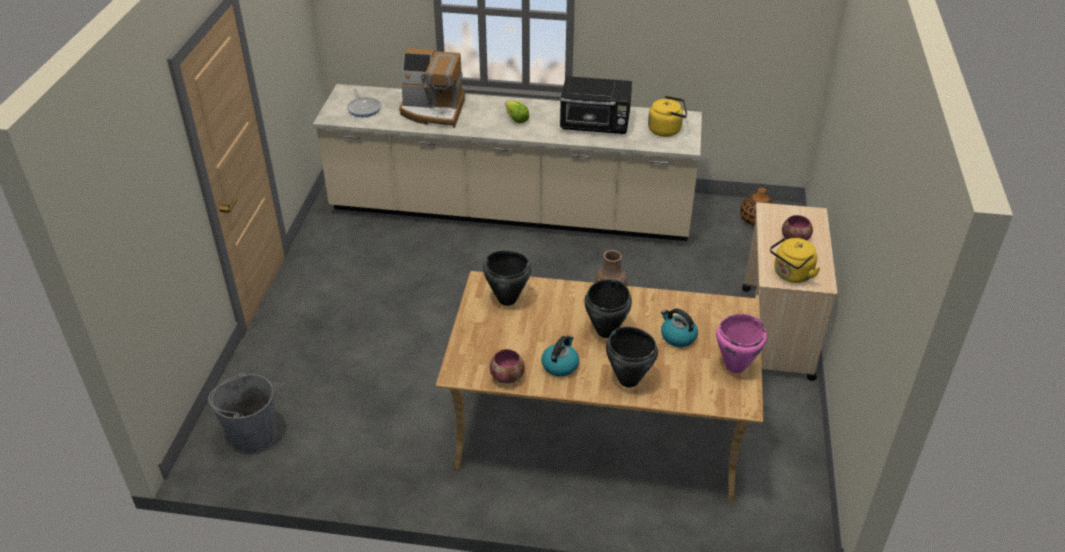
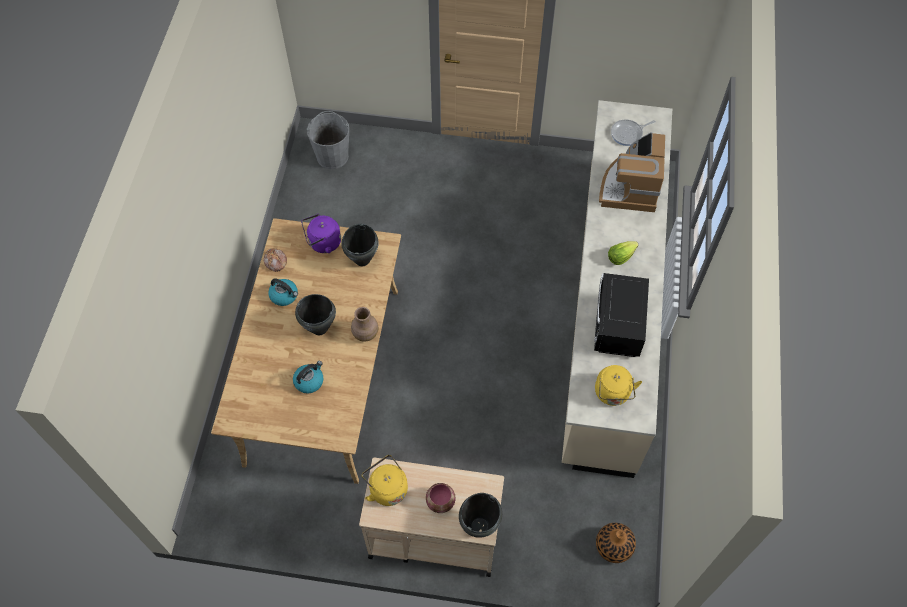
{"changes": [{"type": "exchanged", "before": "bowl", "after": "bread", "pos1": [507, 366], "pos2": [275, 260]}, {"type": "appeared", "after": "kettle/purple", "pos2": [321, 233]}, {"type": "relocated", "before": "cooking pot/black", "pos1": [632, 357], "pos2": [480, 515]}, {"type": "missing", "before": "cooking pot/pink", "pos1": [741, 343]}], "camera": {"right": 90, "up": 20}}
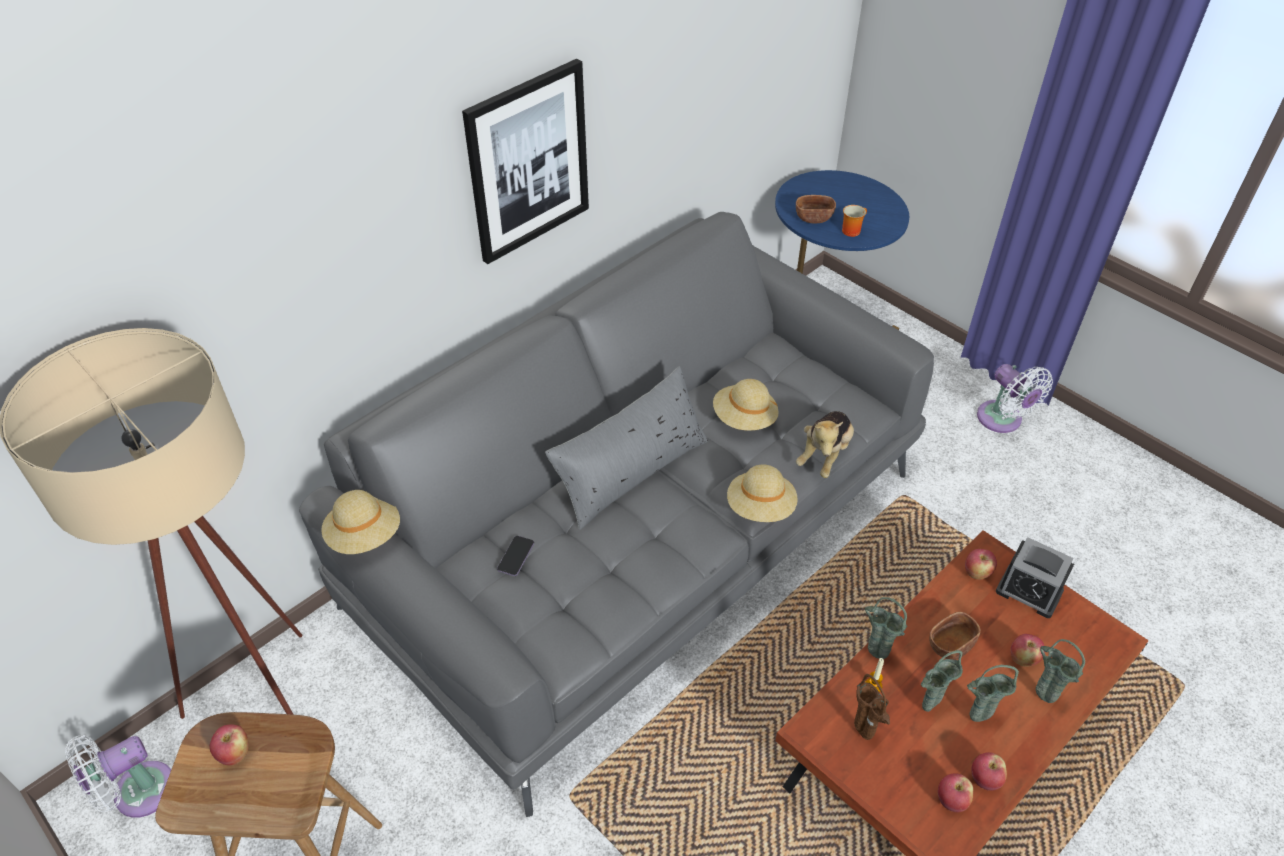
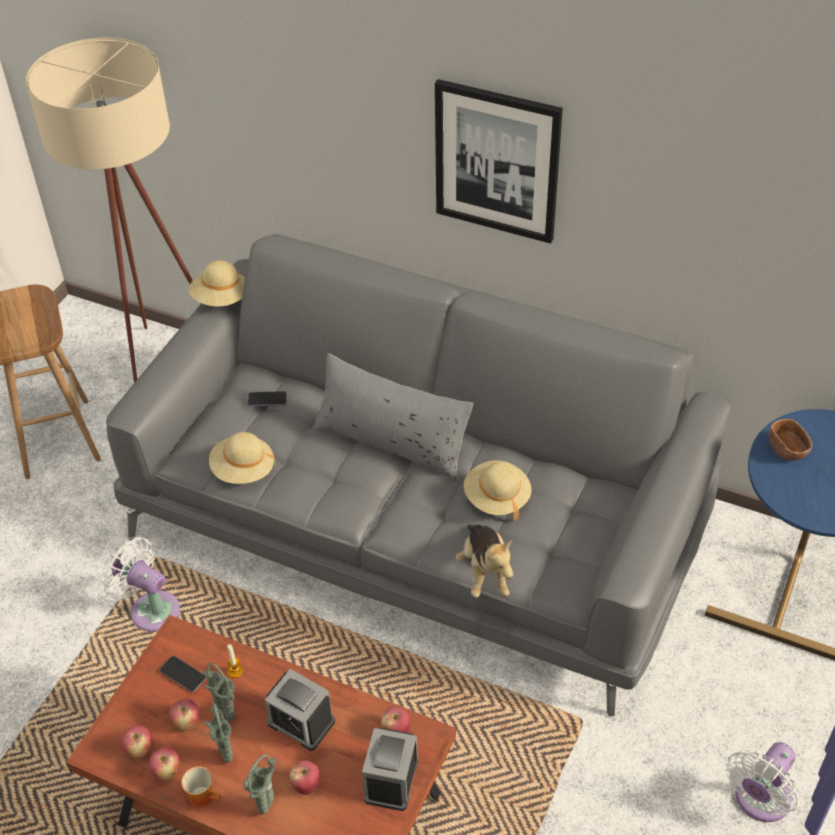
{"changes": [{"type": "relocated", "before": "fan/white", "pos1": [118, 776], "pos2": [140, 584]}, {"type": "exchanged", "before": "vase/brown", "after": "phone", "pos1": [872, 707], "pos2": [183, 674]}, {"type": "relocated", "before": "apple", "pos1": [229, 745], "pos2": [184, 715]}, {"type": "relocated", "before": "mug", "pos1": [854, 221], "pos2": [201, 786]}, {"type": "relocated", "before": "hat/beige", "pos1": [762, 493], "pos2": [242, 458]}, {"type": "exchanged", "before": "bowl/brown", "after": "alarm clock", "pos1": [955, 636], "pos2": [300, 710]}, {"type": "spun", "before": "plush toy", "pos1": [825, 444], "pos2": [484, 561], "turn": -105}, {"type": "missing", "before": "vase/green", "pos1": [886, 628]}], "camera": {"right": 70, "up": 0}}
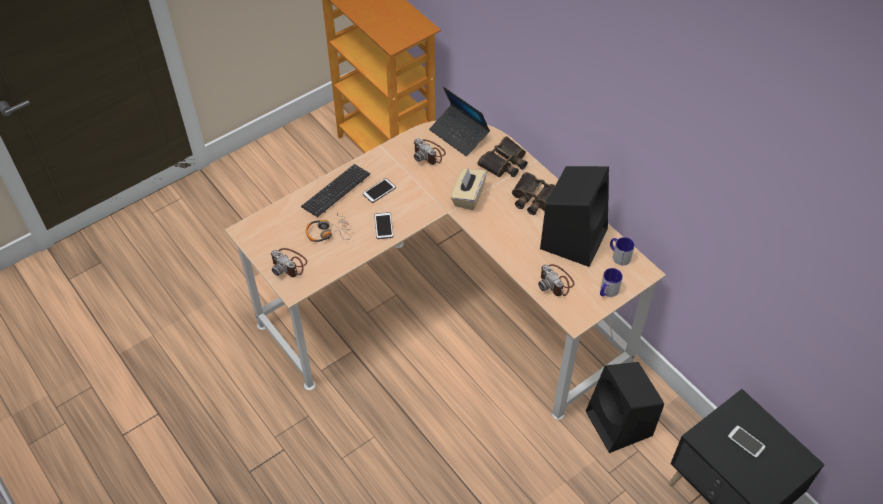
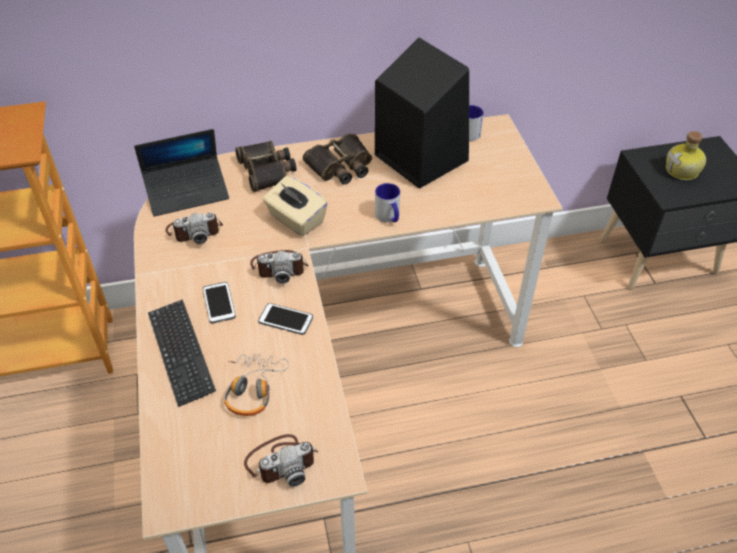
{"changes": [{"type": "relocated", "before": "photo camera", "pos1": [556, 280], "pos2": [279, 267]}, {"type": "relocated", "before": "mug", "pos1": [611, 282], "pos2": [387, 202]}, {"type": "exchanged", "before": "phone", "after": "bottle", "pos1": [746, 441], "pos2": [686, 155]}, {"type": "missing", "before": "speaker/black", "pos1": [625, 407]}], "camera": {"right": -65, "up": -5}}
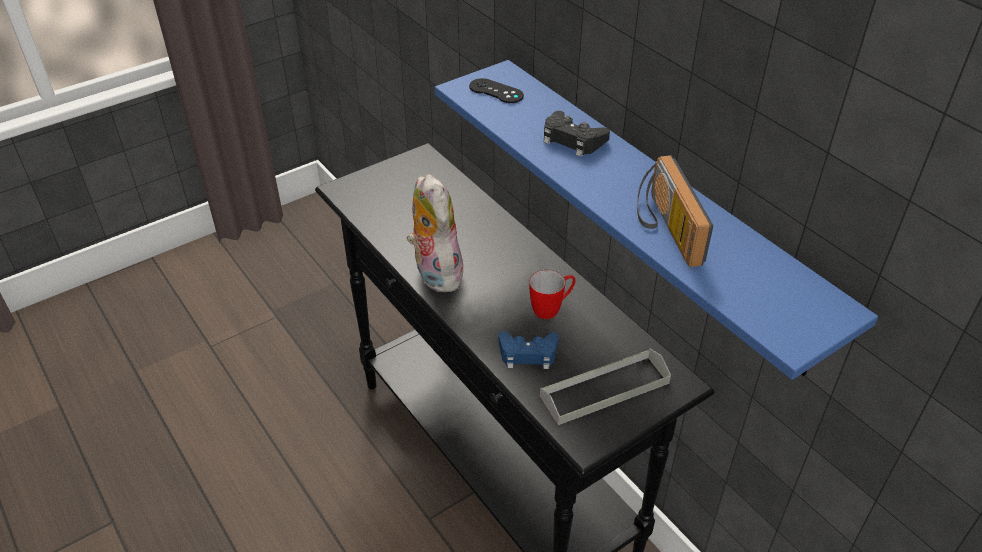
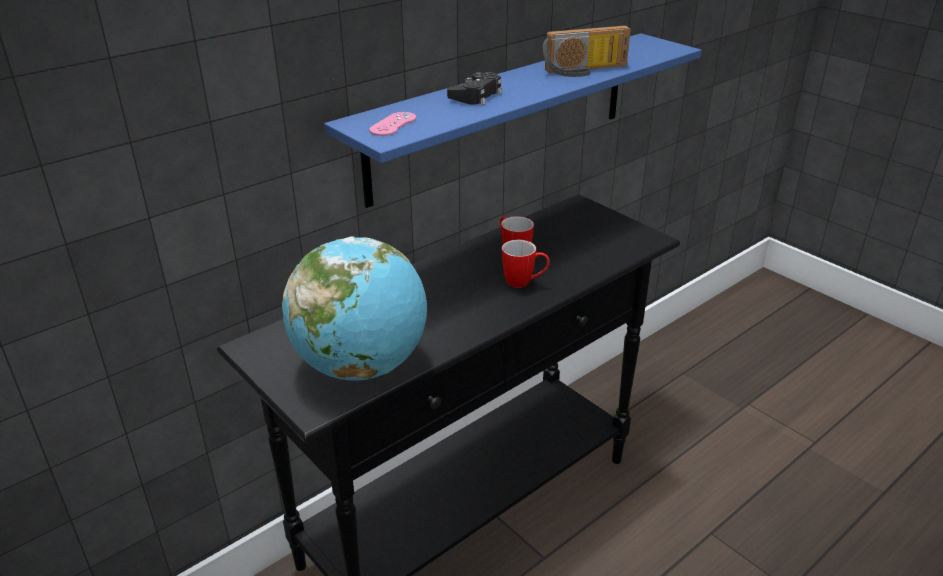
{"changes": [{"type": "appeared", "after": "globe", "pos2": [354, 309]}, {"type": "colour", "before": "game controller/black", "after": "game controller/pink", "pos1": [496, 90], "pos2": [392, 124]}, {"type": "appeared", "after": "mug", "pos2": [526, 264]}, {"type": "missing", "before": "plush toy", "pos1": [435, 233]}, {"type": "missing", "before": "game controller/blue", "pos1": [528, 350]}, {"type": "missing", "before": "tray/grey", "pos1": [605, 387]}], "camera": {"right": -95, "up": -10}}
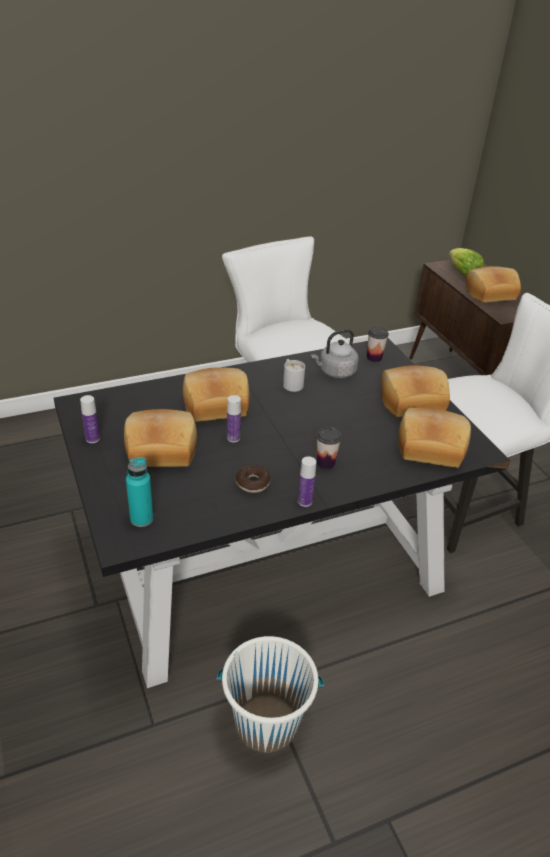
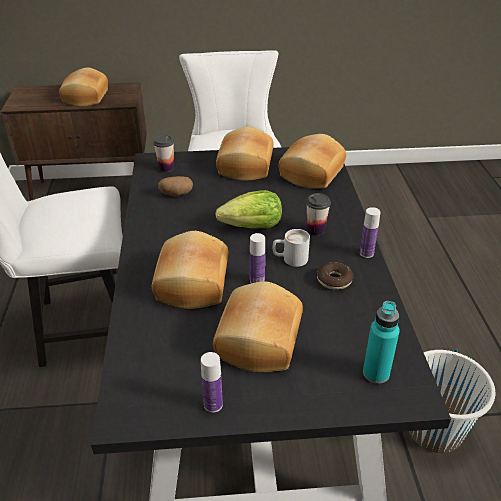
{"changes": [{"type": "exchanged", "before": "kettle/grey", "after": "potato", "pos1": [335, 353], "pos2": [175, 186]}, {"type": "relocated", "before": "lettuce", "pos1": [466, 262], "pos2": [248, 209]}, {"type": "relocated", "before": "mug/white", "pos1": [294, 375], "pos2": [291, 248]}], "camera": {"right": -70, "up": 0}}
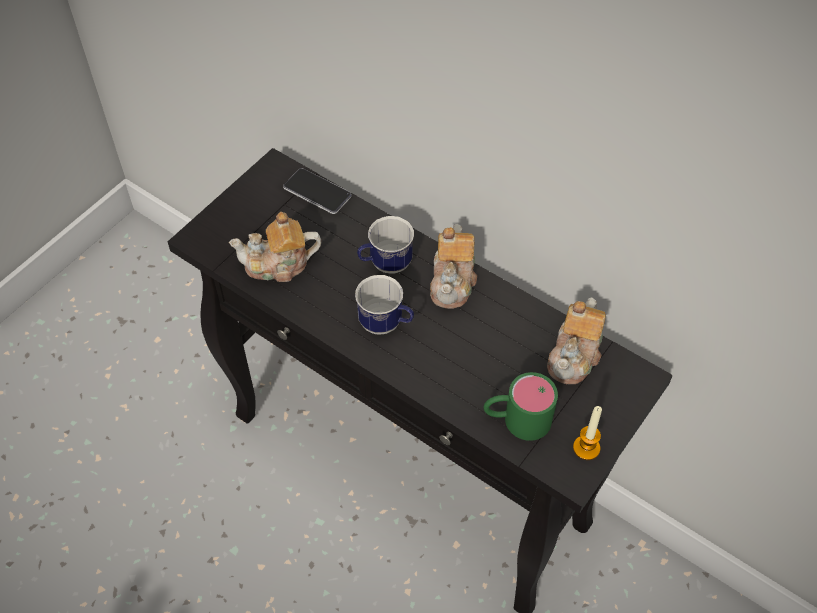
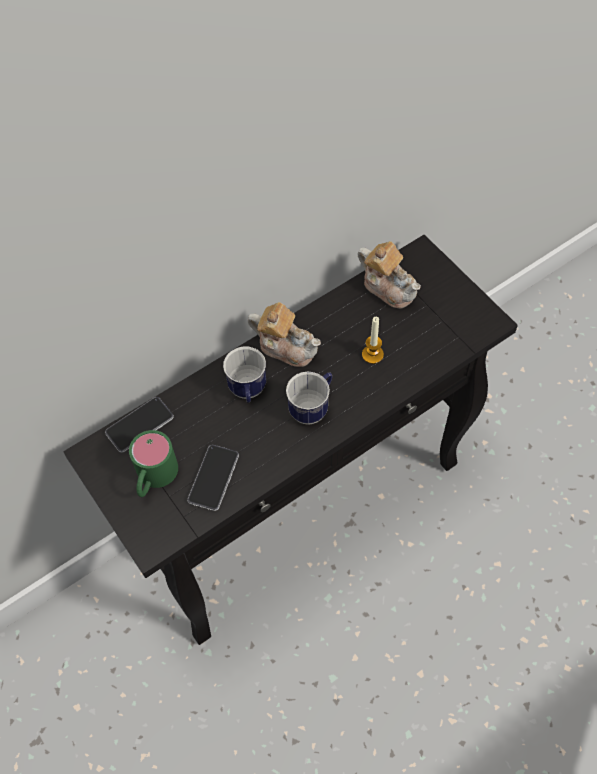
{"changes": [{"type": "relocated", "before": "mug/green", "pos1": [521, 406], "pos2": [153, 463]}, {"type": "exchanged", "before": "teapot", "after": "phone", "pos1": [275, 247], "pos2": [213, 478]}, {"type": "relocated", "before": "candle", "pos1": [587, 433], "pos2": [373, 340]}], "camera": {"right": -70, "up": 5}}
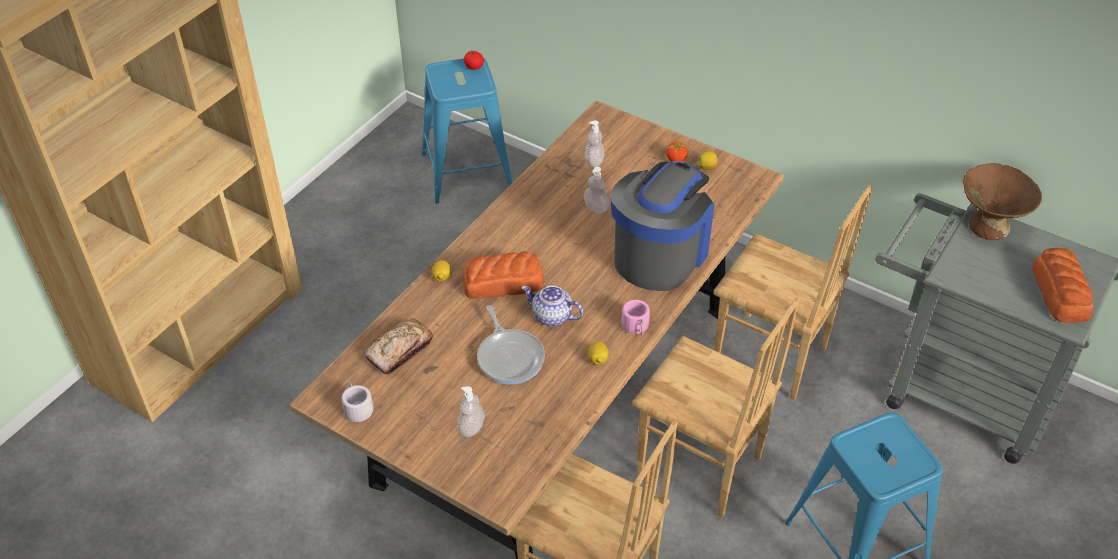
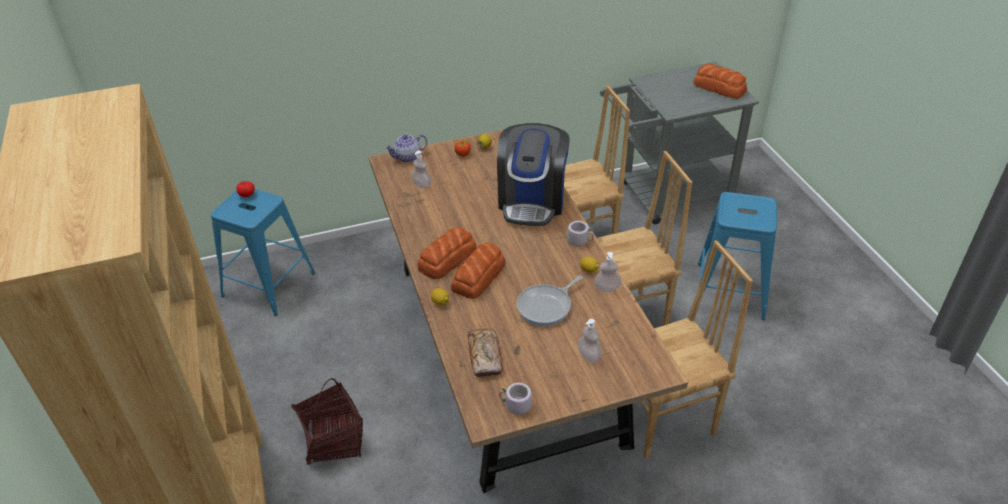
{"changes": [{"type": "appeared", "after": "basket", "pos2": [327, 421]}, {"type": "relocated", "before": "teapot", "pos1": [552, 306], "pos2": [406, 148]}, {"type": "appeared", "after": "bread", "pos2": [447, 253]}, {"type": "spun", "before": "coffee machine", "pos1": [662, 226], "pos2": [533, 174], "turn": -150}, {"type": "spun", "before": "frying pan", "pos1": [511, 344], "pos2": [549, 300], "turn": 120}, {"type": "colour", "before": "mug/pink", "after": "mug/grey", "pos1": [635, 317], "pos2": [580, 233]}, {"type": "relocated", "before": "soap dispenser", "pos1": [597, 190], "pos2": [607, 272]}, {"type": "missing", "before": "bowl/brown", "pos1": [1002, 201]}], "camera": {"right": -50, "up": -5}}
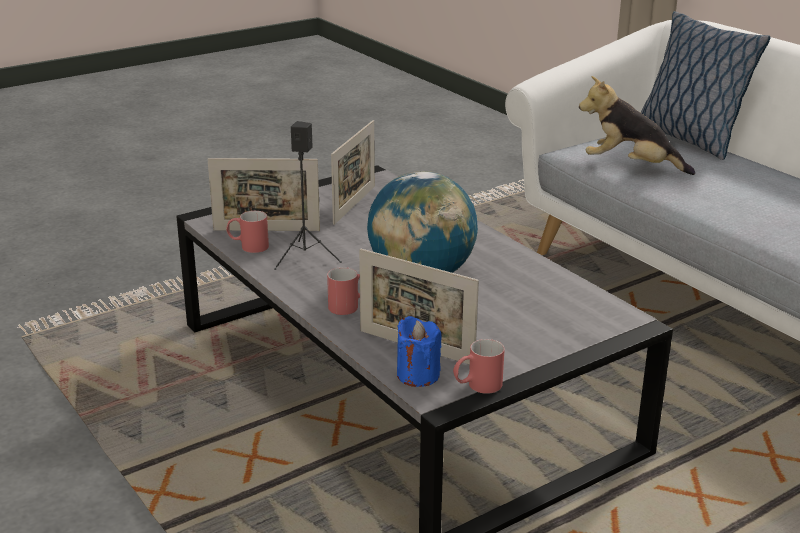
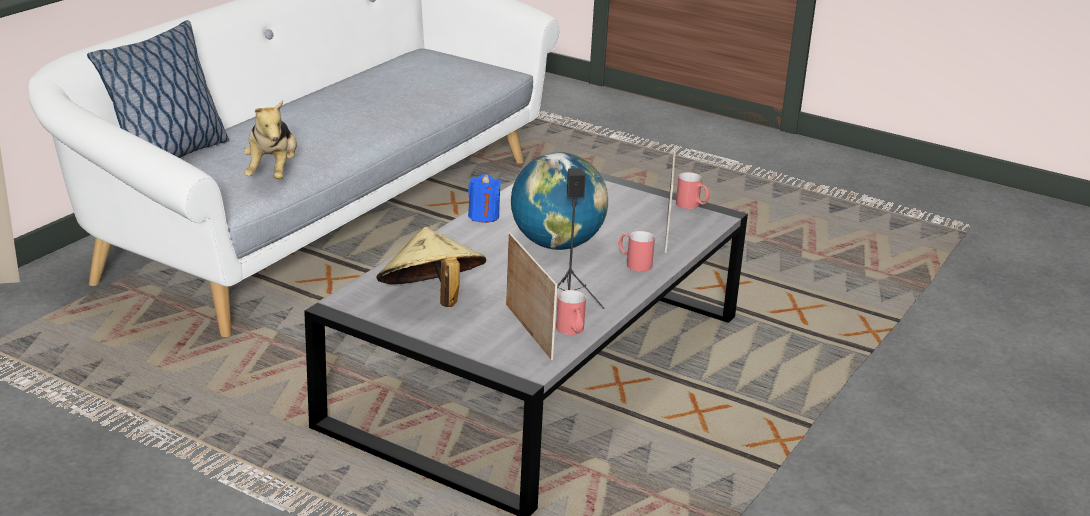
{"changes": [{"type": "exchanged", "before": "picture frame", "after": "hat/beige", "pos1": [353, 172], "pos2": [431, 267]}, {"type": "relocated", "before": "candle/blue", "pos1": [419, 351], "pos2": [484, 198]}], "camera": {"right": -115, "up": 0}}
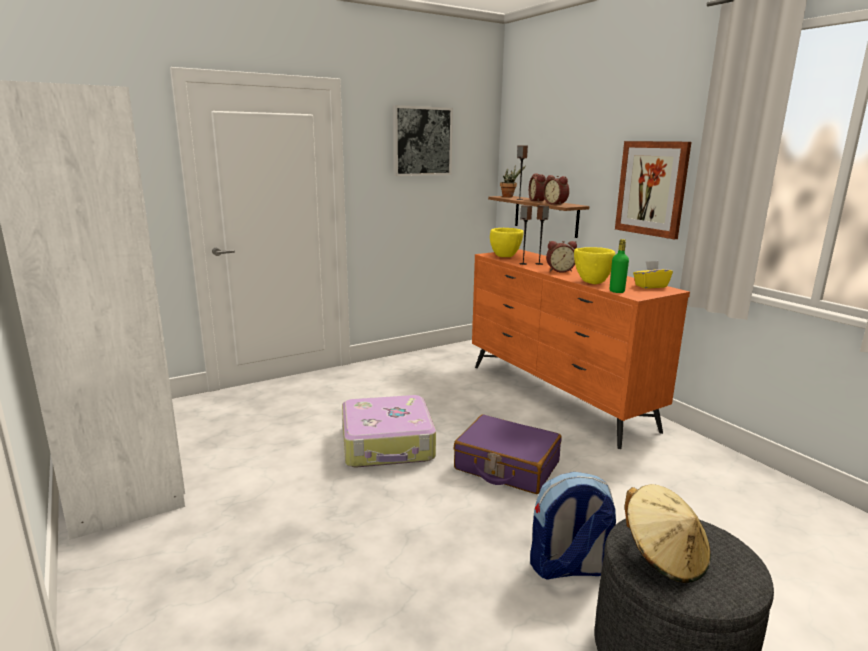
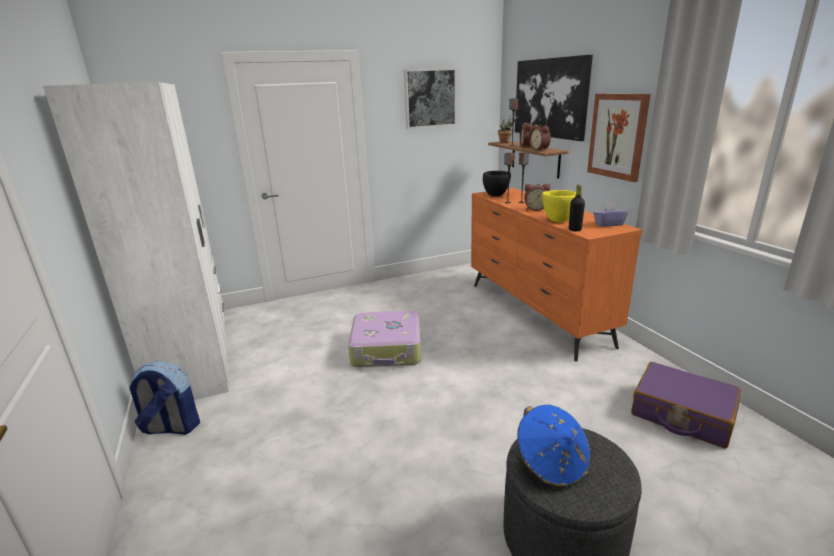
{"changes": [{"type": "relocated", "before": "backpack", "pos1": [573, 526], "pos2": [164, 398]}, {"type": "colour", "before": "bowl/yellow", "after": "bowl/black", "pos1": [507, 242], "pos2": [497, 183]}, {"type": "appeared", "after": "picture", "pos2": [554, 97]}, {"type": "colour", "before": "hat/beige", "after": "hat/blue", "pos1": [668, 533], "pos2": [554, 446]}, {"type": "colour", "before": "bottle/green", "after": "bottle/black", "pos1": [619, 266], "pos2": [577, 208]}, {"type": "colour", "before": "tissue box/yellow", "after": "tissue box/purple", "pos1": [653, 275], "pos2": [610, 214]}, {"type": "relocated", "before": "suitcase/purple", "pos1": [508, 454], "pos2": [686, 405]}], "camera": {"right": 10, "up": 5}}
